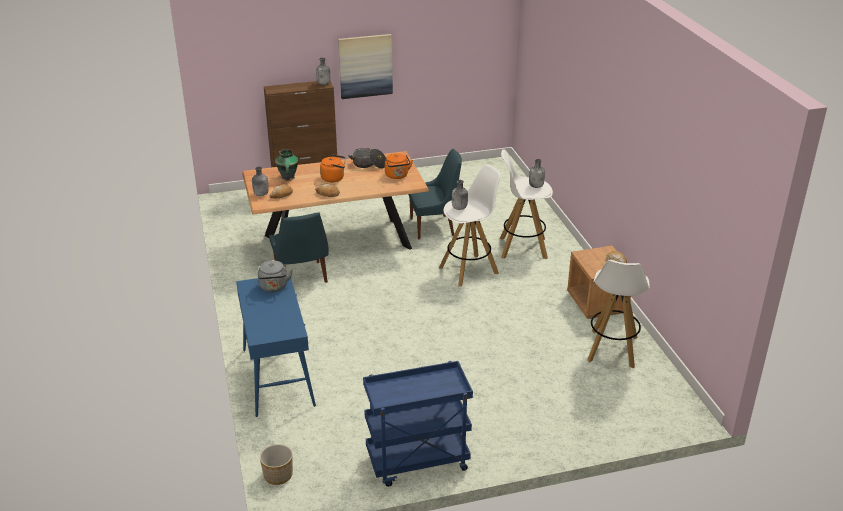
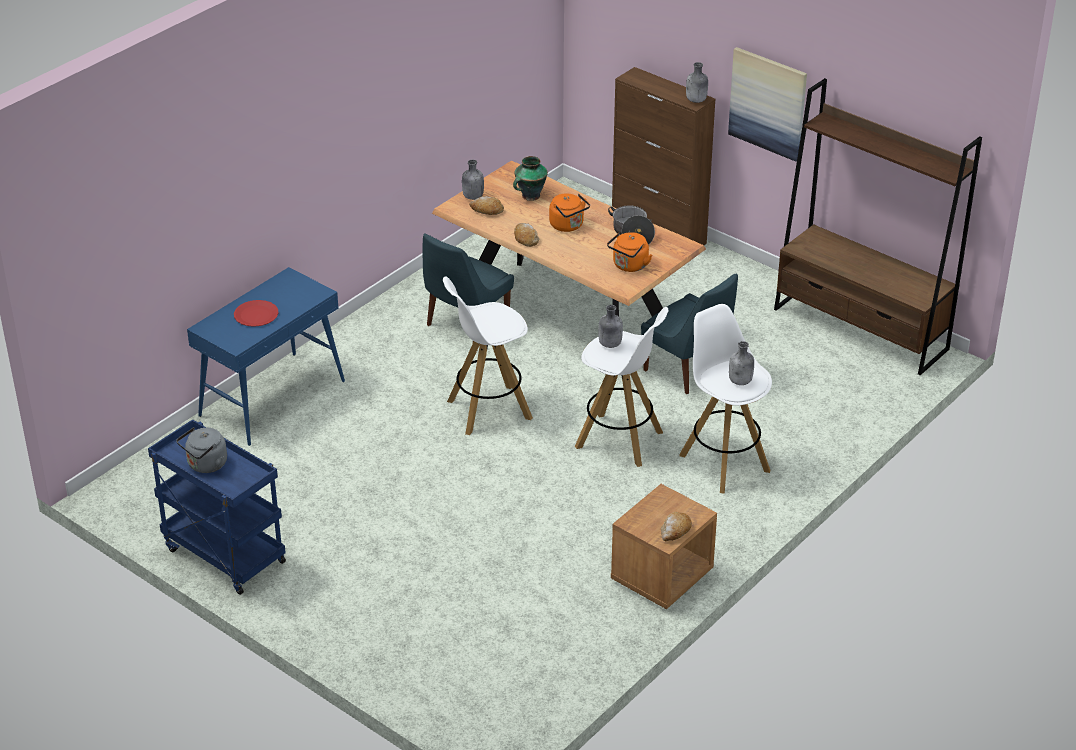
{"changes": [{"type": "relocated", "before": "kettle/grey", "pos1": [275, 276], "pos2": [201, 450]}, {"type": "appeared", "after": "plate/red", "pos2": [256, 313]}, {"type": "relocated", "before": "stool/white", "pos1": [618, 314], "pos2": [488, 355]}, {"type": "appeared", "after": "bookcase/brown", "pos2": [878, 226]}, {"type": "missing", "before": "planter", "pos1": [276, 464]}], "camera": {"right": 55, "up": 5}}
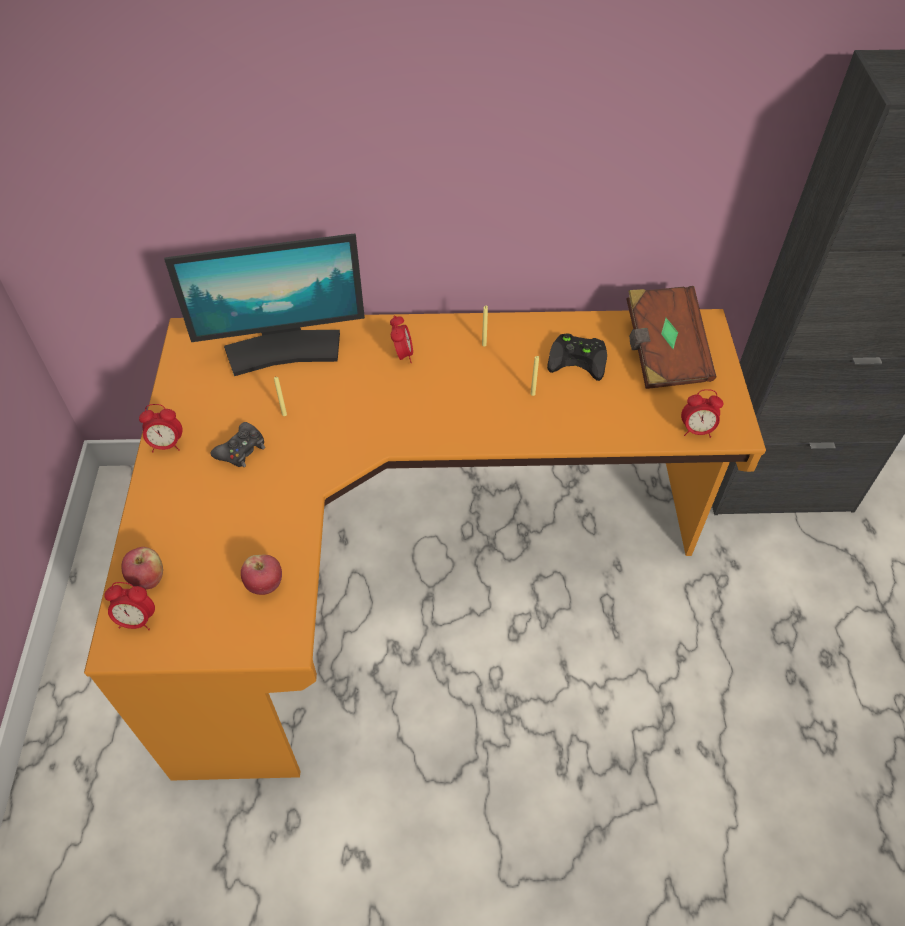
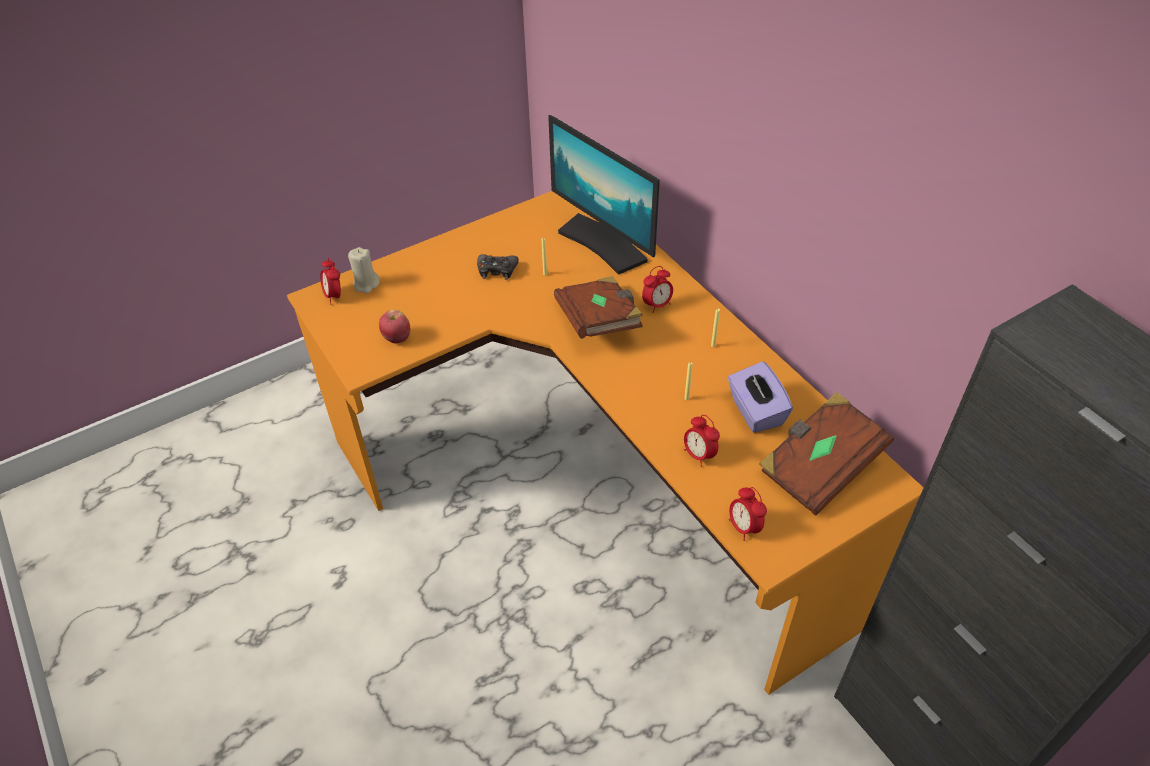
{"changes": [{"type": "exchanged", "before": "apple", "after": "candle/beige", "pos1": [142, 568], "pos2": [364, 270]}, {"type": "appeared", "after": "book/brown", "pos2": [598, 307]}, {"type": "relocated", "before": "alarm clock", "pos1": [161, 428], "pos2": [702, 441]}, {"type": "exchanged", "before": "game controller/black", "after": "tissue box/purple", "pos1": [577, 357], "pos2": [760, 397]}], "camera": {"right": 60, "up": -5}}
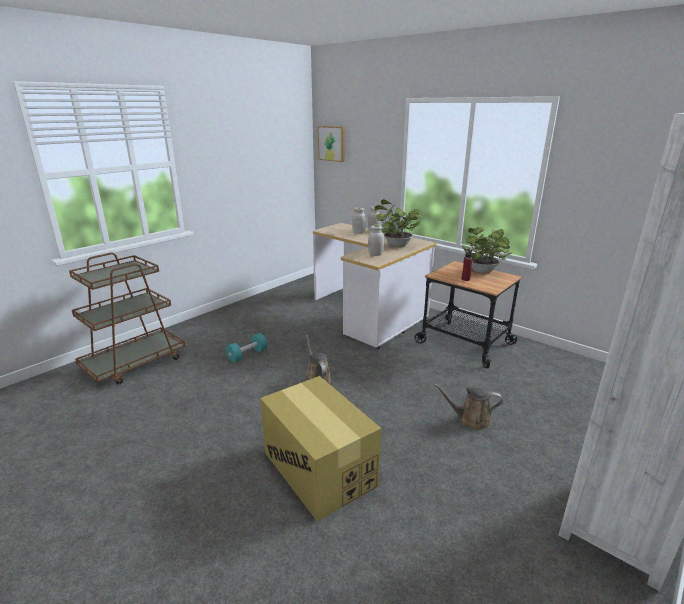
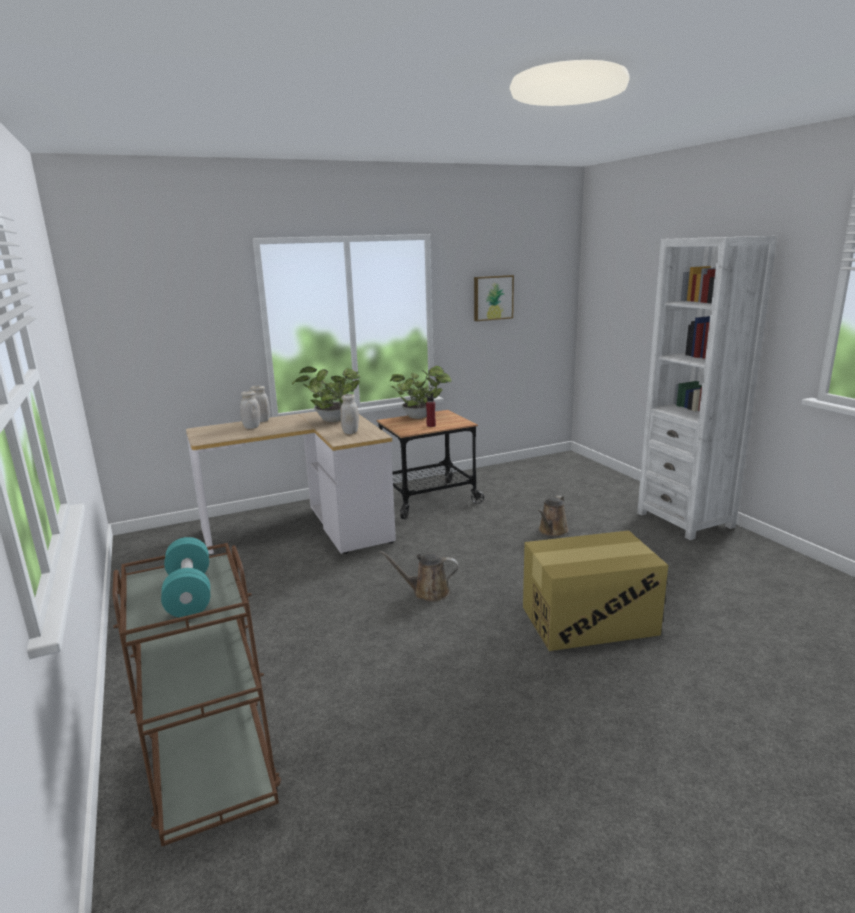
{"changes": [{"type": "relocated", "before": "dumbbell/turquoise", "pos1": [246, 348], "pos2": [185, 577]}, {"type": "relocated", "before": "picture", "pos1": [331, 144], "pos2": [494, 298]}], "camera": {"right": -65, "up": -5}}
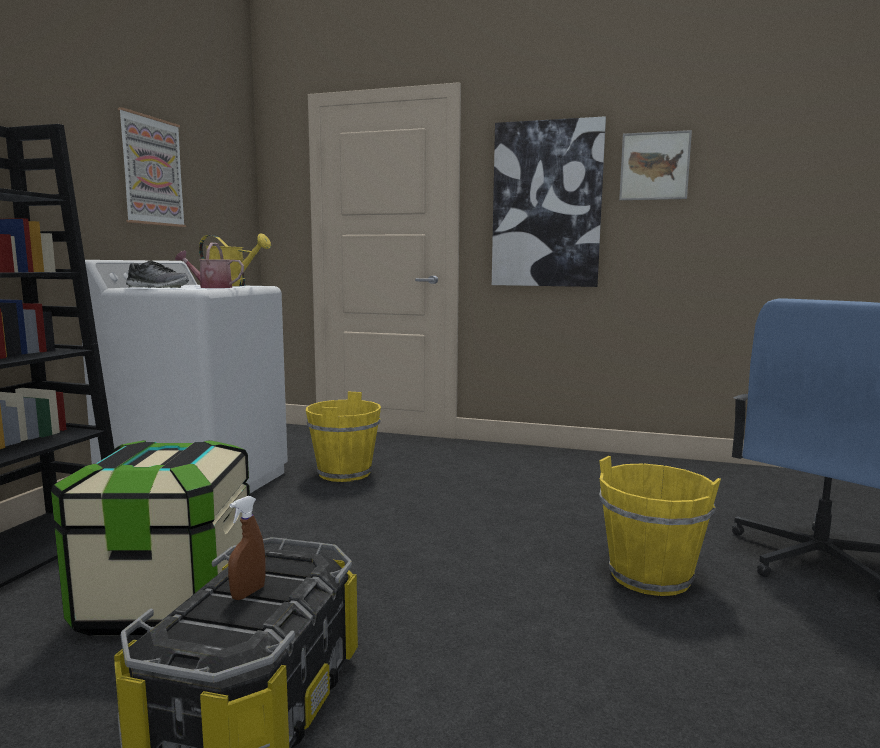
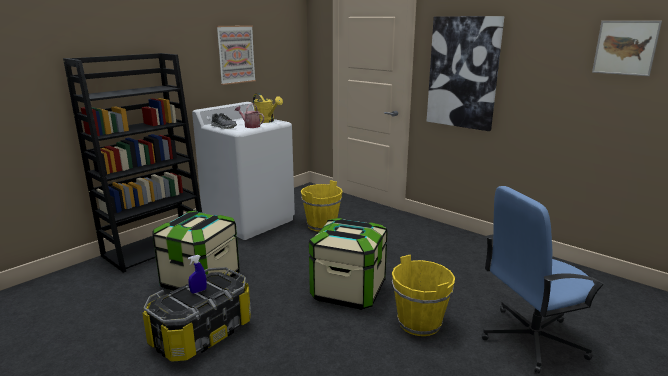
{"changes": [{"type": "colour", "before": "spray bottle/brown", "after": "spray bottle/blue", "pos1": [246, 548], "pos2": [197, 274]}, {"type": "appeared", "after": "storage box", "pos2": [348, 264]}, {"type": "relocated", "before": "picture", "pos1": [655, 165], "pos2": [627, 48]}], "camera": {"right": 25, "up": 10}}
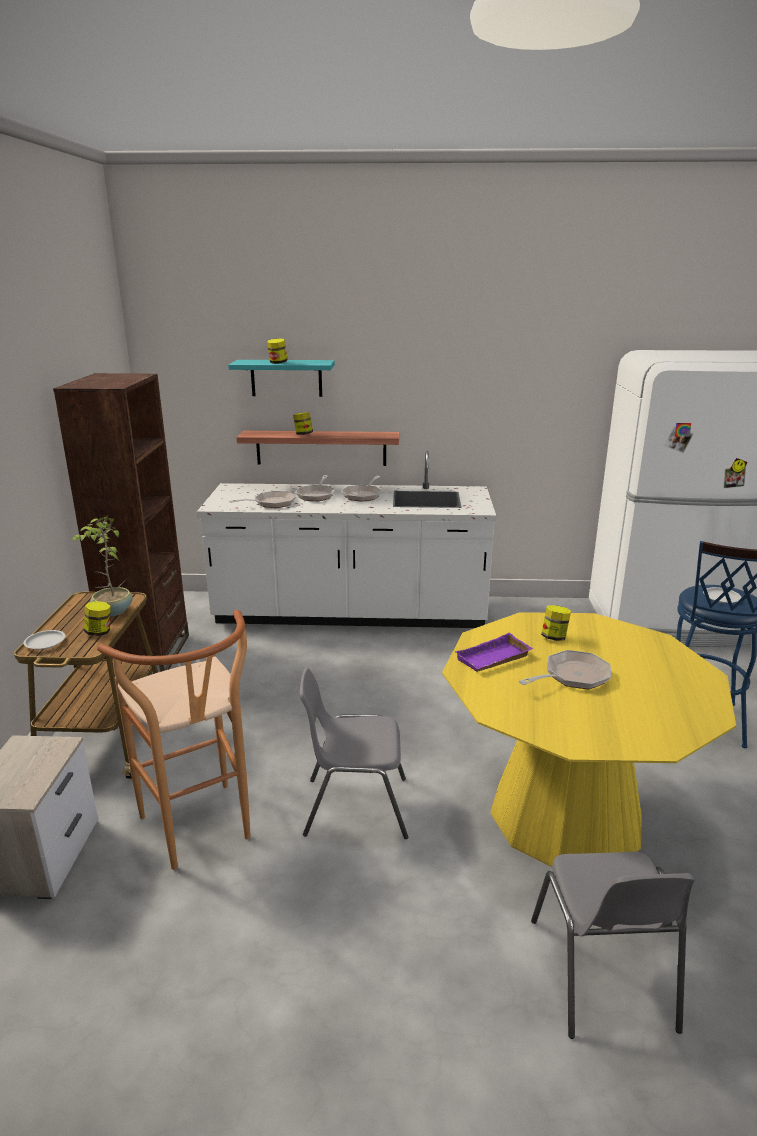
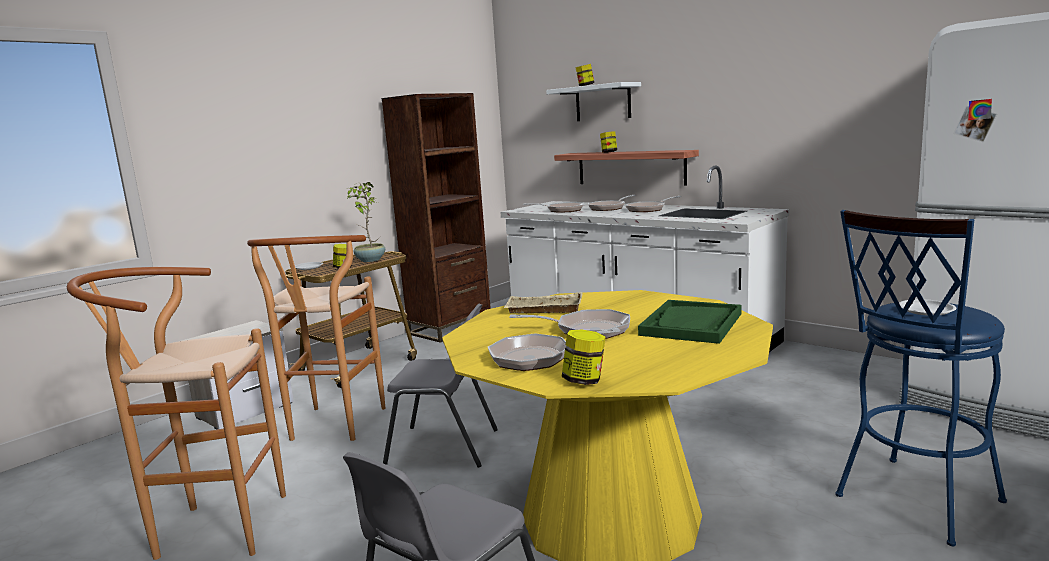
{"changes": [{"type": "appeared", "after": "stool/brown", "pos2": [176, 413]}, {"type": "spun", "before": "chair/grey", "pos1": [353, 753], "pos2": [440, 386], "turn": 150}, {"type": "appeared", "after": "frying pan", "pos2": [554, 349]}, {"type": "colour", "before": "tray/purple", "after": "tray/beige", "pos1": [494, 652], "pos2": [543, 302]}, {"type": "colour", "before": "shelf/turquoise", "after": "shelf/white", "pos1": [281, 378], "pos2": [593, 101]}, {"type": "relocated", "before": "jar", "pos1": [556, 623], "pos2": [584, 357]}, {"type": "appeared", "after": "tray/green", "pos2": [690, 322]}], "camera": {"right": 40, "up": -10}}
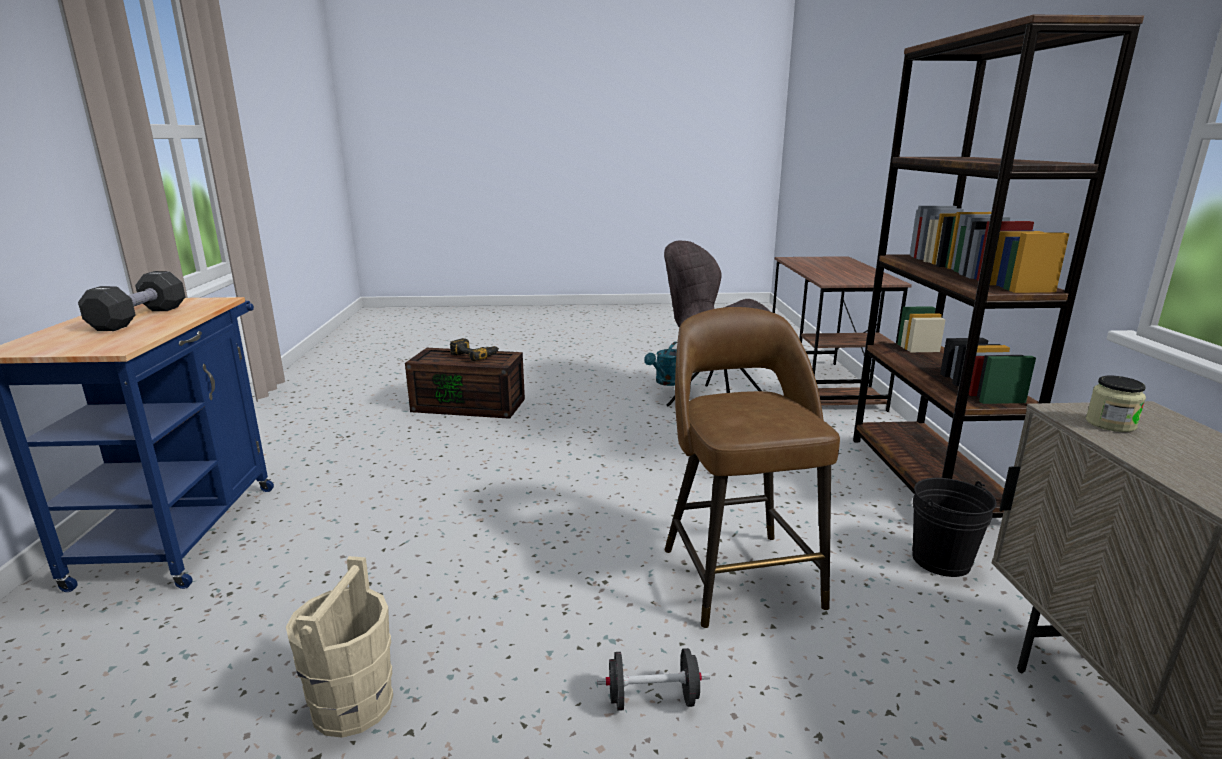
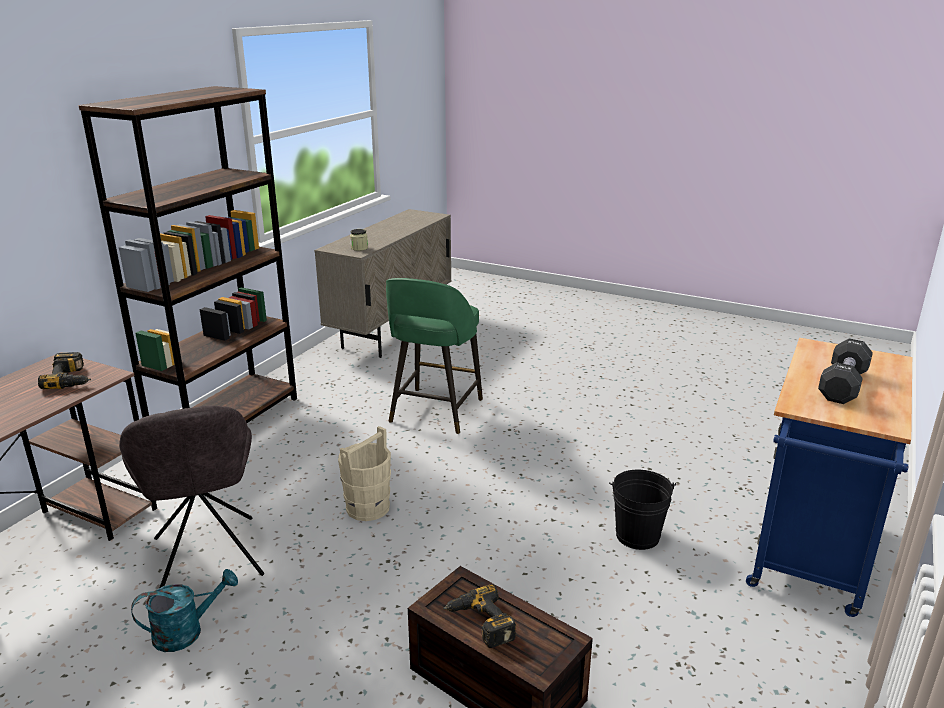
{"changes": [{"type": "appeared", "after": "power drill", "pos2": [64, 370]}, {"type": "relocated", "before": "bucket/beige", "pos1": [339, 647], "pos2": [364, 473]}, {"type": "colour", "before": "stool/brown", "after": "stool/green", "pos1": [752, 467], "pos2": [434, 356]}, {"type": "relocated", "before": "bucket/black", "pos1": [954, 527], "pos2": [642, 510]}, {"type": "missing", "before": "dumbbell/black", "pos1": [653, 679]}], "camera": {"right": -150, "up": 5}}
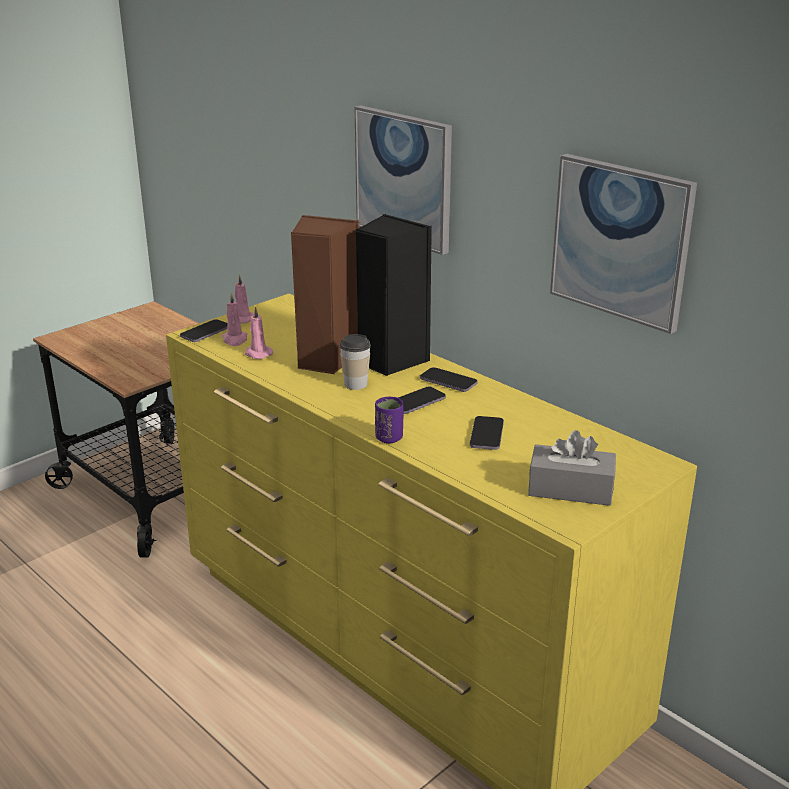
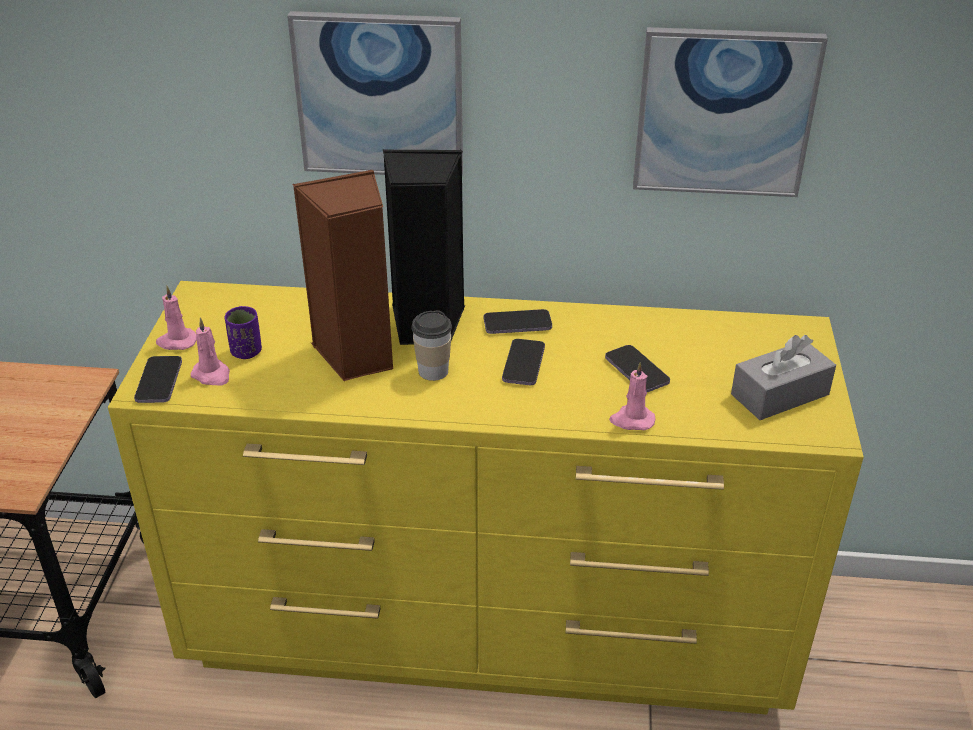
{"changes": [{"type": "relocated", "before": "cup/purple", "pos1": [389, 419], "pos2": [243, 332]}, {"type": "relocated", "before": "candle/pink", "pos1": [259, 332], "pos2": [632, 396]}], "camera": {"right": -40, "up": 10}}
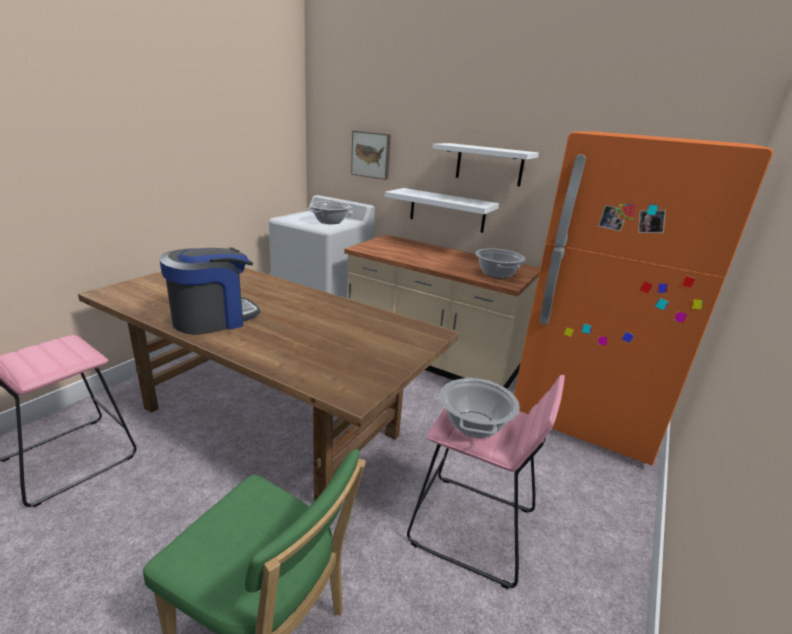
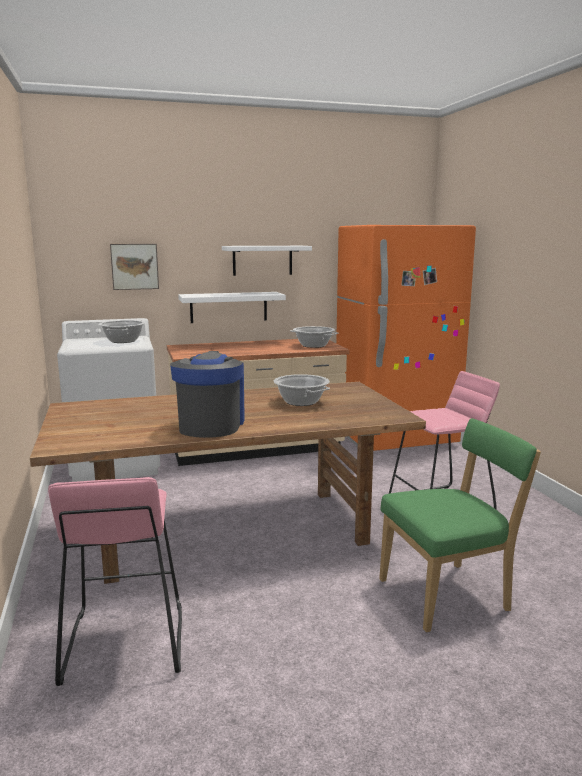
{"changes": [{"type": "relocated", "before": "cooking pot", "pos1": [479, 408], "pos2": [301, 390]}], "camera": {"right": -45, "up": -10}}
